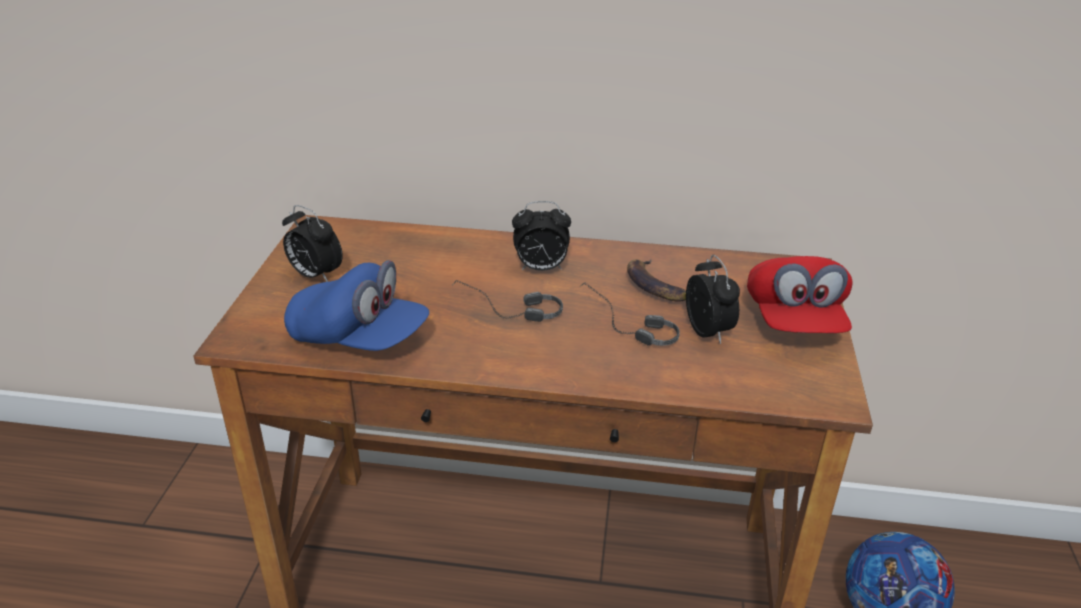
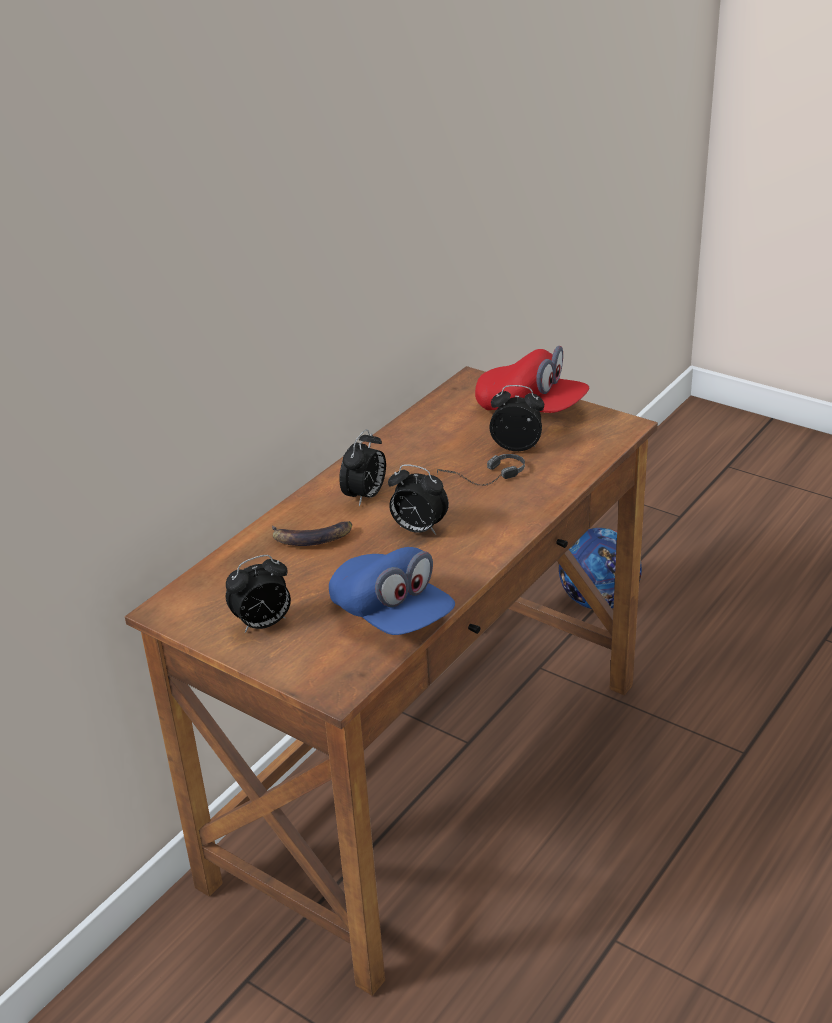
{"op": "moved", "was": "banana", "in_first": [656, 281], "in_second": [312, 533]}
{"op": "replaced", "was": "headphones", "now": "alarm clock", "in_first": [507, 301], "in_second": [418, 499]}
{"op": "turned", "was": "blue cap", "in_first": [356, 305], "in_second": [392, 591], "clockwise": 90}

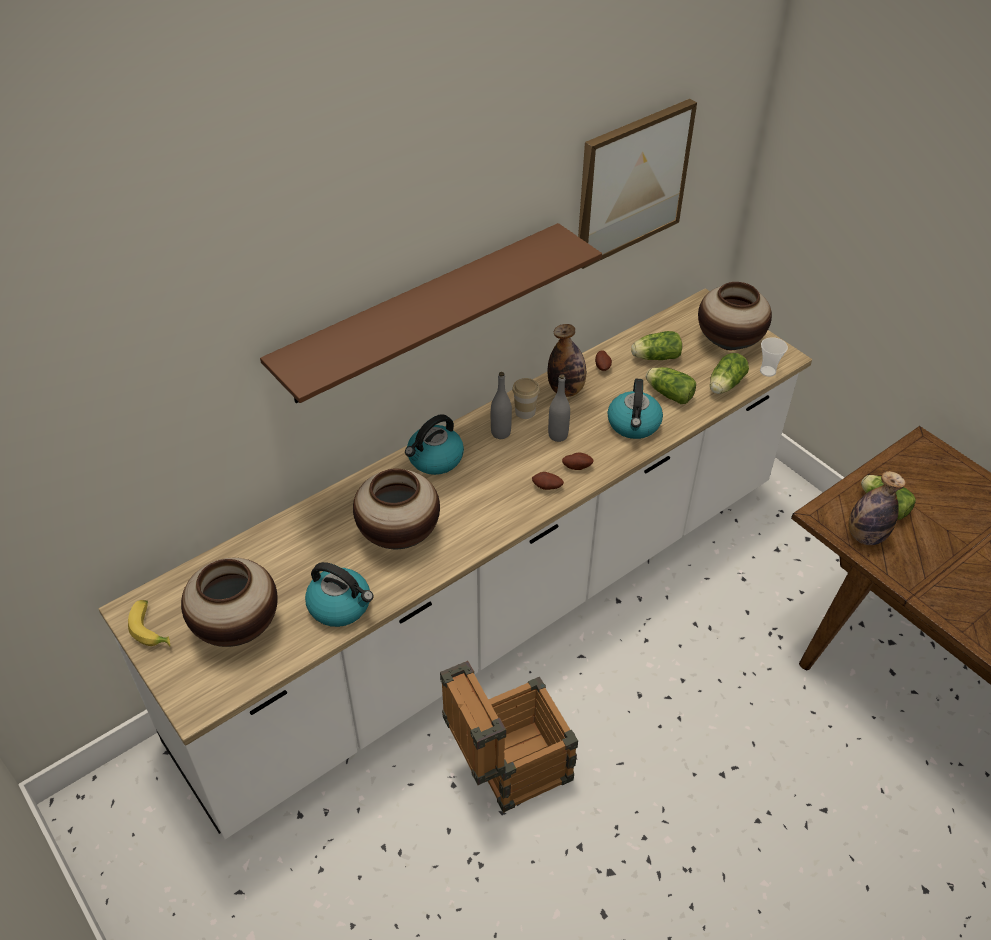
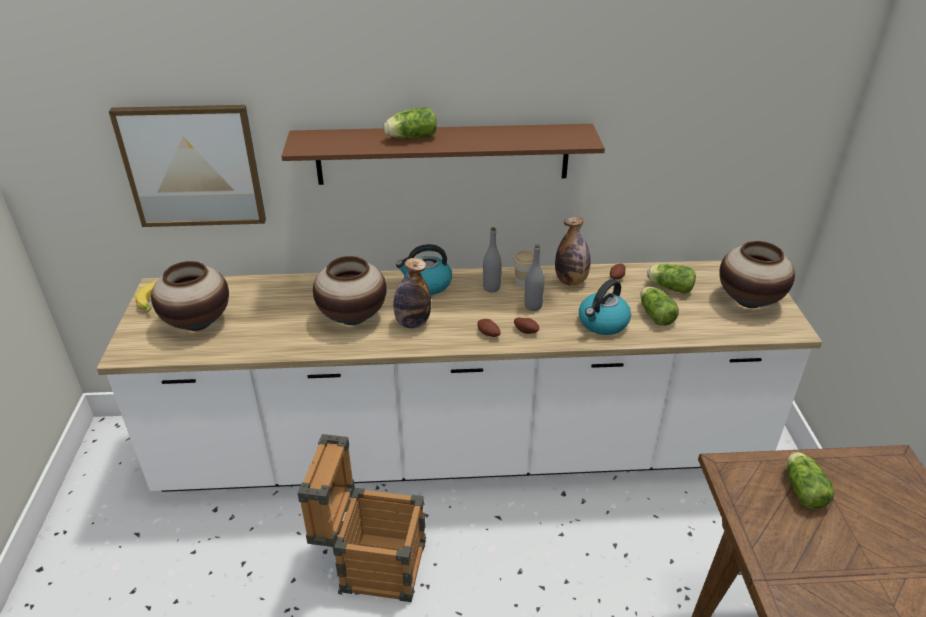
{"op": "removed", "was": "kettle", "in_first": [339, 594]}
{"op": "removed", "was": "cup", "in_first": [774, 357]}
{"op": "moved", "was": "picture", "in_first": [637, 184], "in_second": [187, 166]}
{"op": "moved", "was": "lettuce", "in_first": [729, 373], "in_second": [410, 123]}
{"op": "moved", "was": "bottle", "in_first": [877, 508], "in_second": [412, 293]}

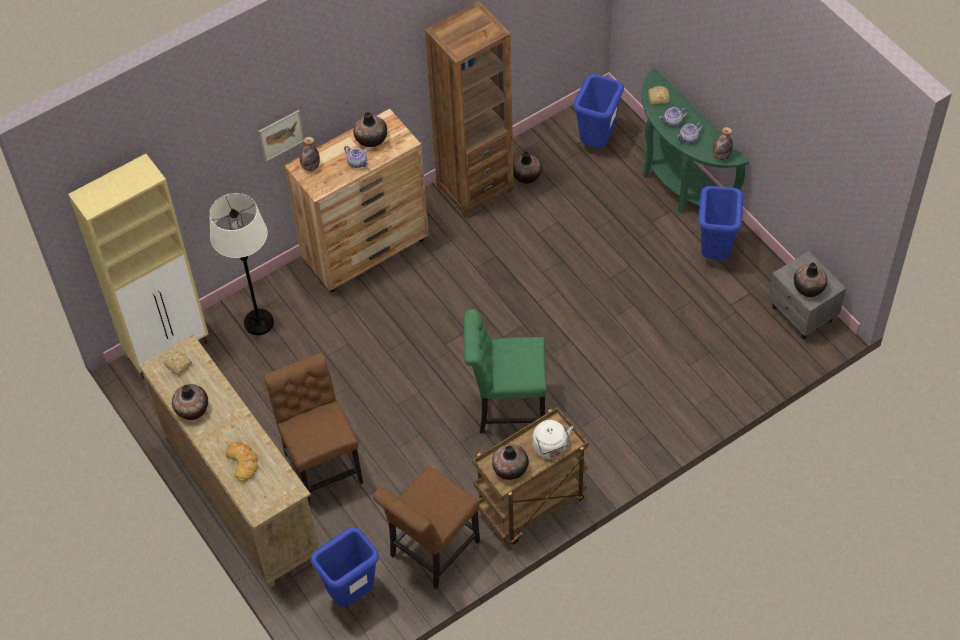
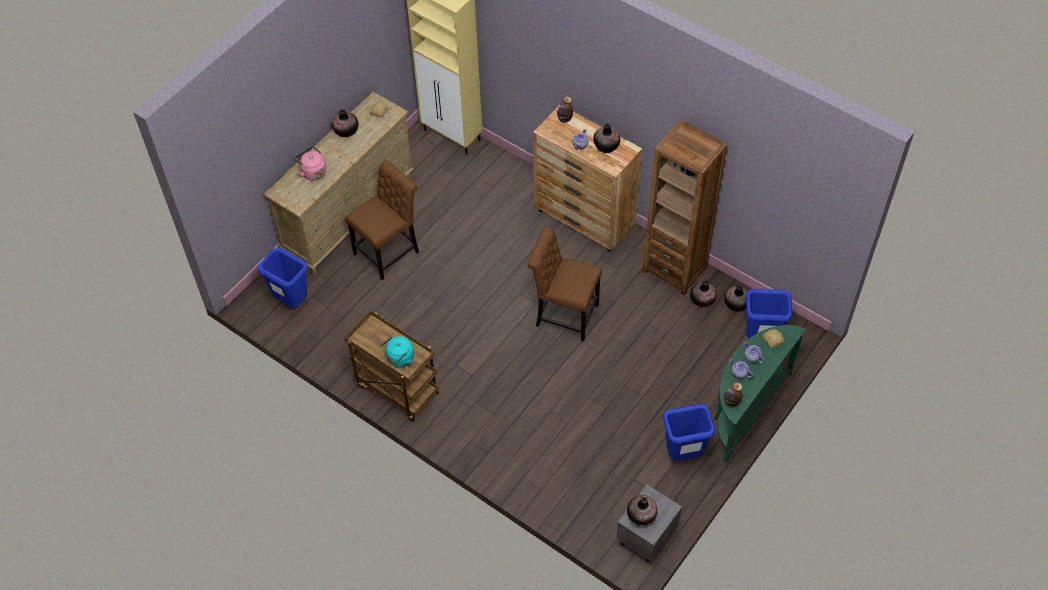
{"op": "removed", "was": "white floor lamp", "in_first": [241, 264]}
{"op": "removed", "was": "picture", "in_first": [281, 136]}
{"op": "removed", "was": "green chair", "in_first": [505, 371]}
{"op": "moved", "was": "brown chair", "in_first": [426, 527], "in_second": [565, 284]}
{"op": "moved", "was": "vase", "in_first": [510, 462], "in_second": [736, 298]}
{"op": "replaced", "was": "bread", "now": "pink kettle", "in_first": [242, 462], "in_second": [310, 163]}
{"op": "recoloured", "was": "white kettle", "now": "turquoise kettle", "in_first": [553, 439], "in_second": [397, 351]}

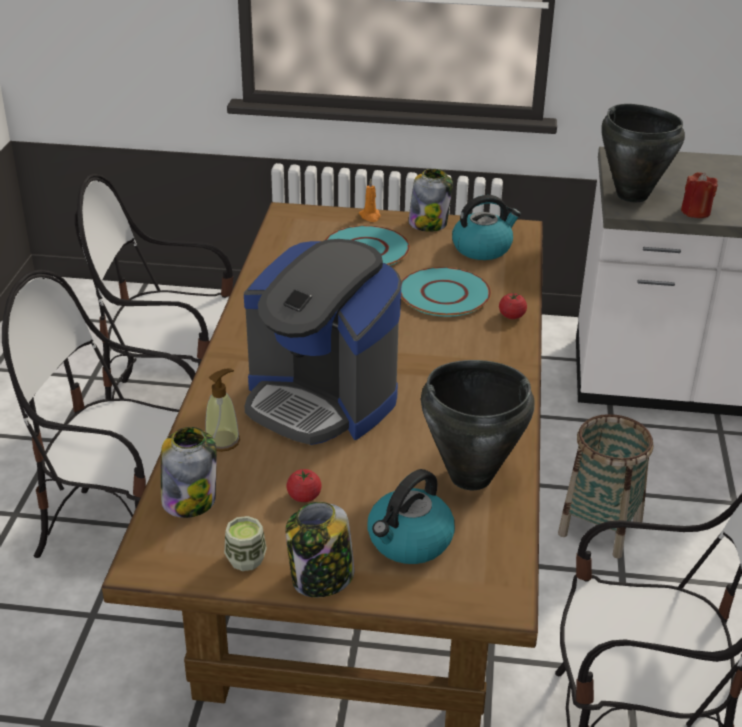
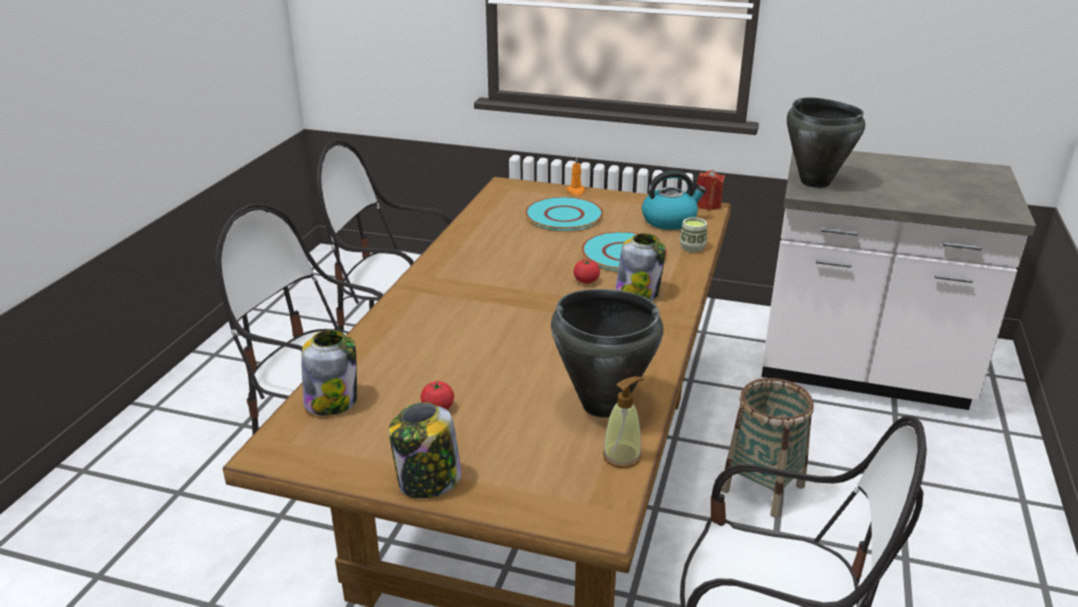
{"op": "removed", "was": "coffee machine", "in_first": [323, 342]}
{"op": "removed", "was": "kettle", "in_first": [411, 516]}
{"op": "moved", "was": "soap dispenser", "in_first": [222, 410], "in_second": [623, 422]}
{"op": "moved", "was": "cup", "in_first": [245, 543], "in_second": [693, 234]}
{"op": "moved", "was": "jar", "in_first": [430, 200], "in_second": [640, 267]}
{"op": "moved", "was": "tomato", "in_first": [513, 306], "in_second": [586, 271]}
{"op": "moved", "was": "red candle", "in_first": [699, 195], "in_second": [711, 190]}

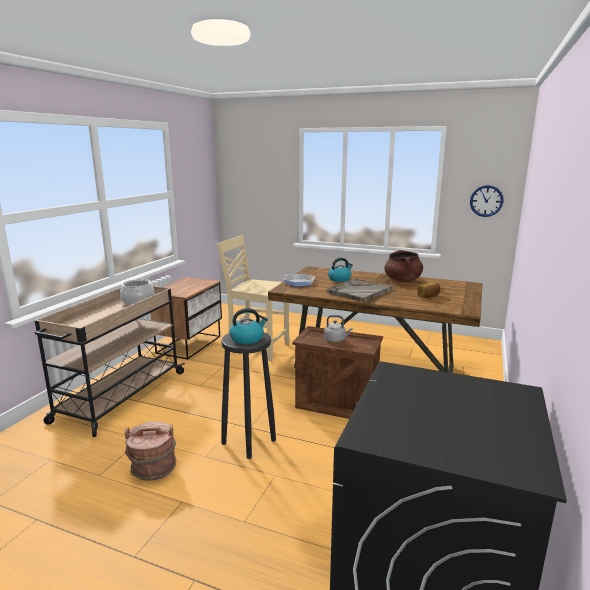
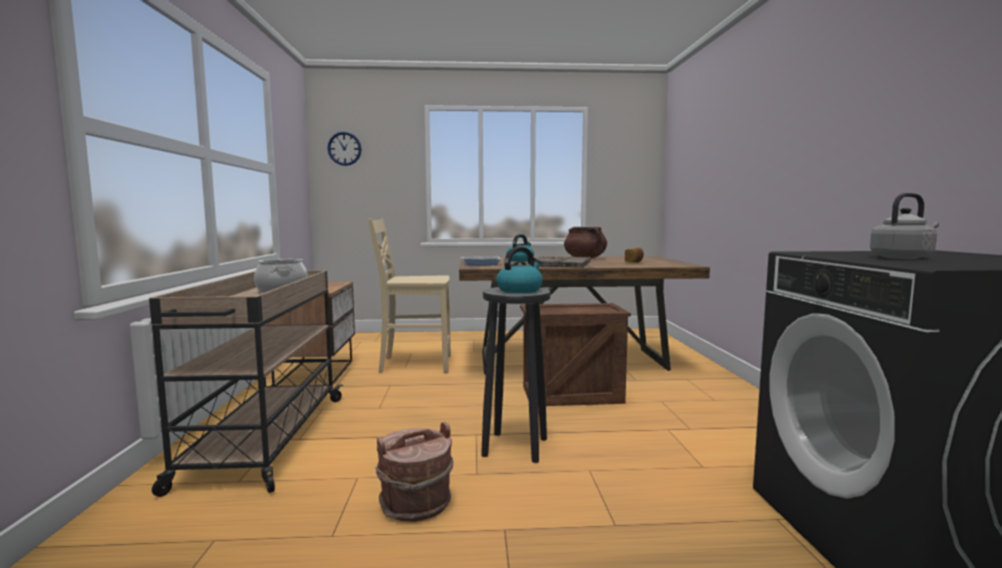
{"op": "moved", "was": "grey kettle", "in_first": [338, 329], "in_second": [904, 226]}
{"op": "moved", "was": "wall clock", "in_first": [487, 201], "in_second": [344, 149]}

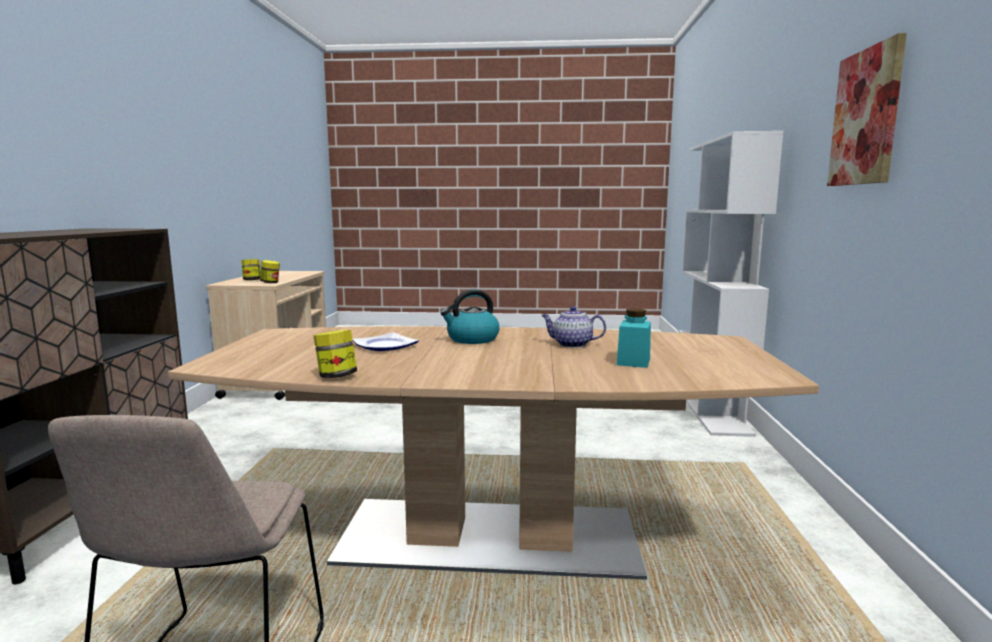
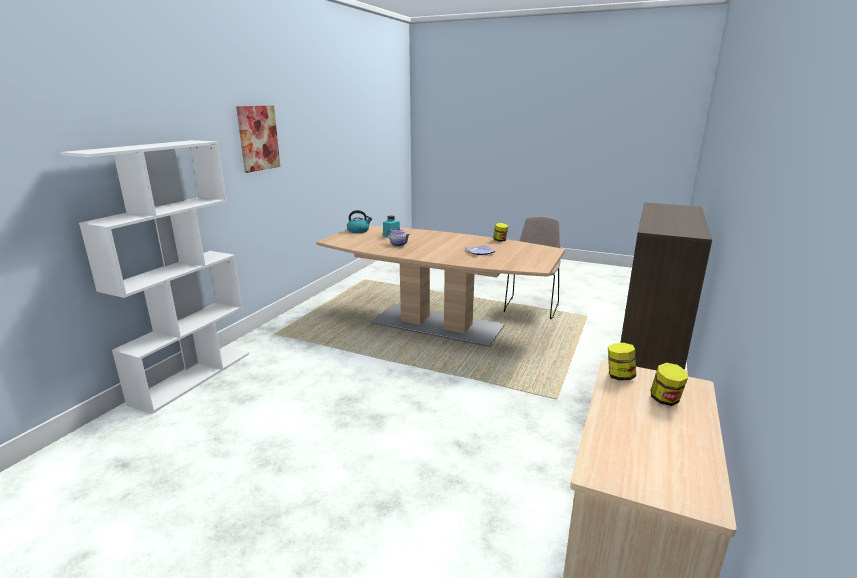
{"op": "moved", "was": "kettle", "in_first": [470, 316], "in_second": [359, 221]}

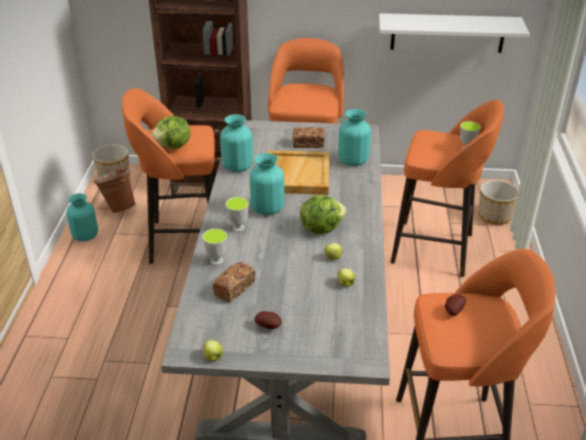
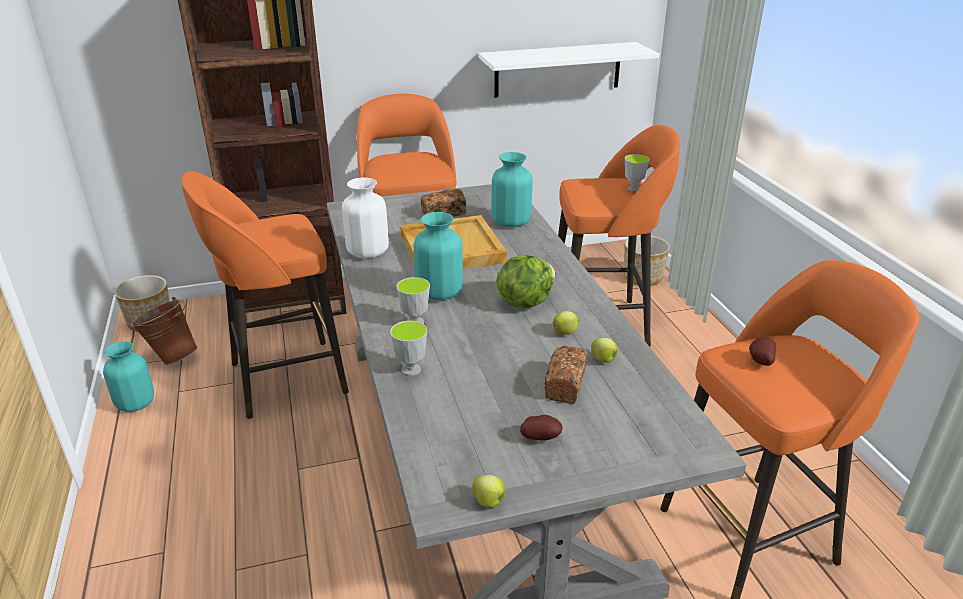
{"op": "removed", "was": "lettuce", "in_first": [170, 132]}
{"op": "moved", "was": "bread", "in_first": [234, 282], "in_second": [565, 375]}
{"op": "recoloured", "was": "turquoise vase", "now": "white vase", "in_first": [236, 143], "in_second": [365, 218]}

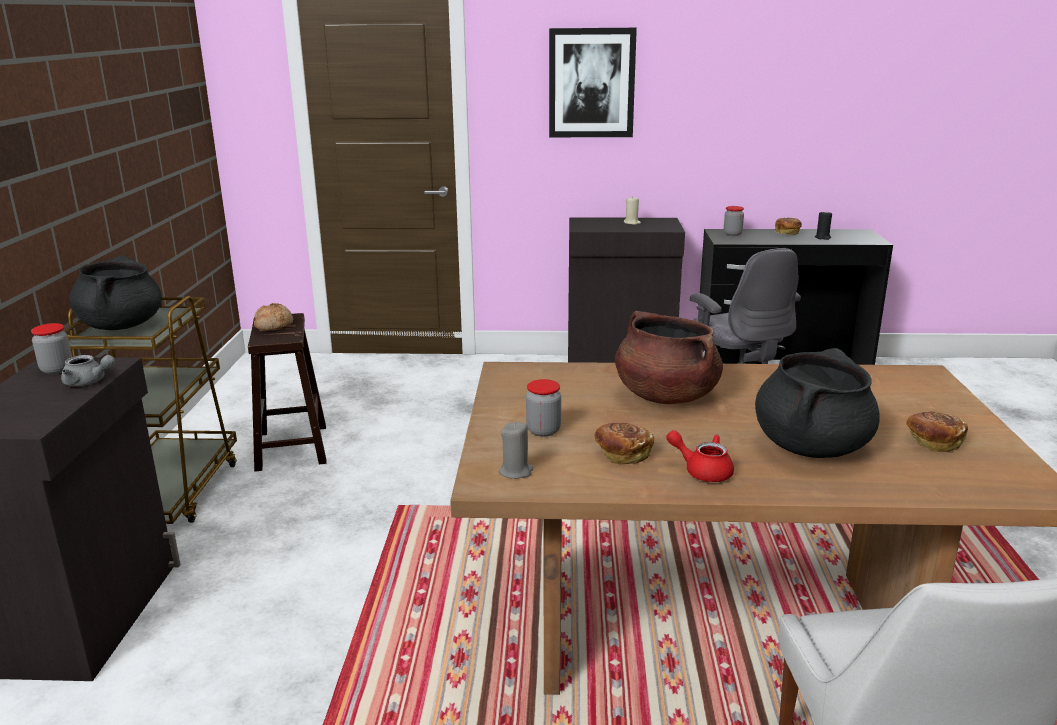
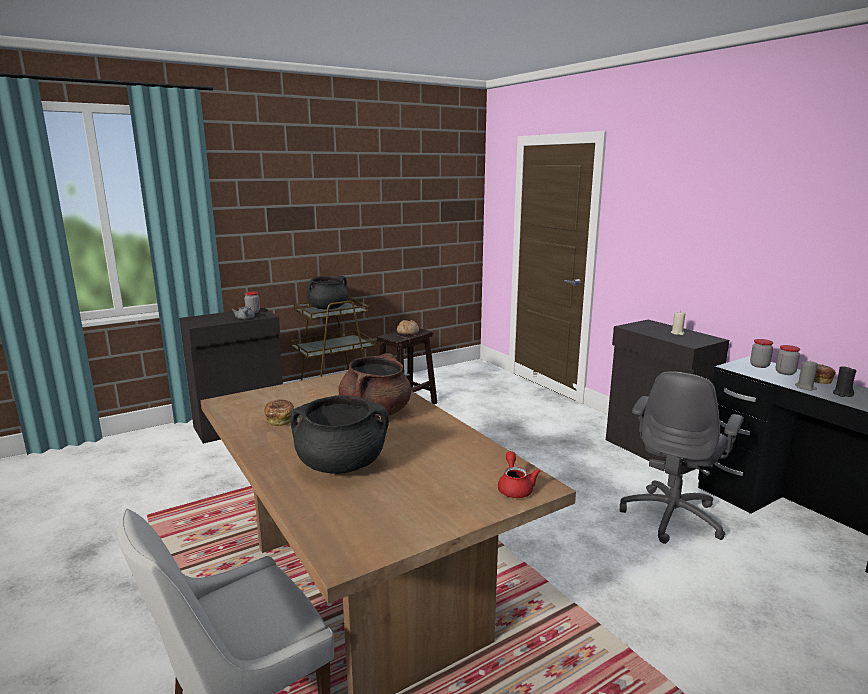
{"op": "removed", "was": "picture", "in_first": [593, 82]}
{"op": "removed", "was": "bread", "in_first": [937, 431]}
{"op": "moved", "was": "grey candle", "in_first": [516, 450], "in_second": [806, 375]}
{"op": "moved", "was": "jar", "in_first": [543, 408], "in_second": [788, 360]}
{"op": "moved", "was": "red teapot", "in_first": [700, 456], "in_second": [519, 474]}

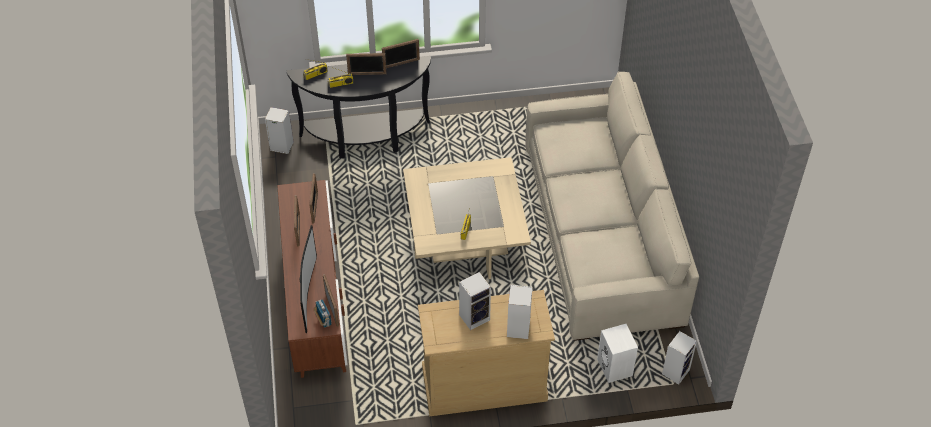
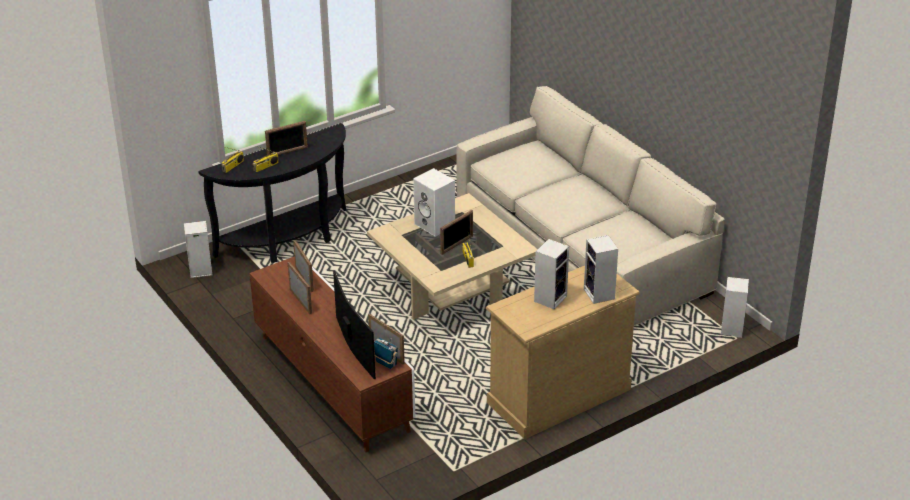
{"op": "moved", "was": "picture frame", "in_first": [401, 53], "in_second": [456, 232]}
{"op": "moved", "was": "white speaker", "in_first": [617, 353], "in_second": [434, 202]}

